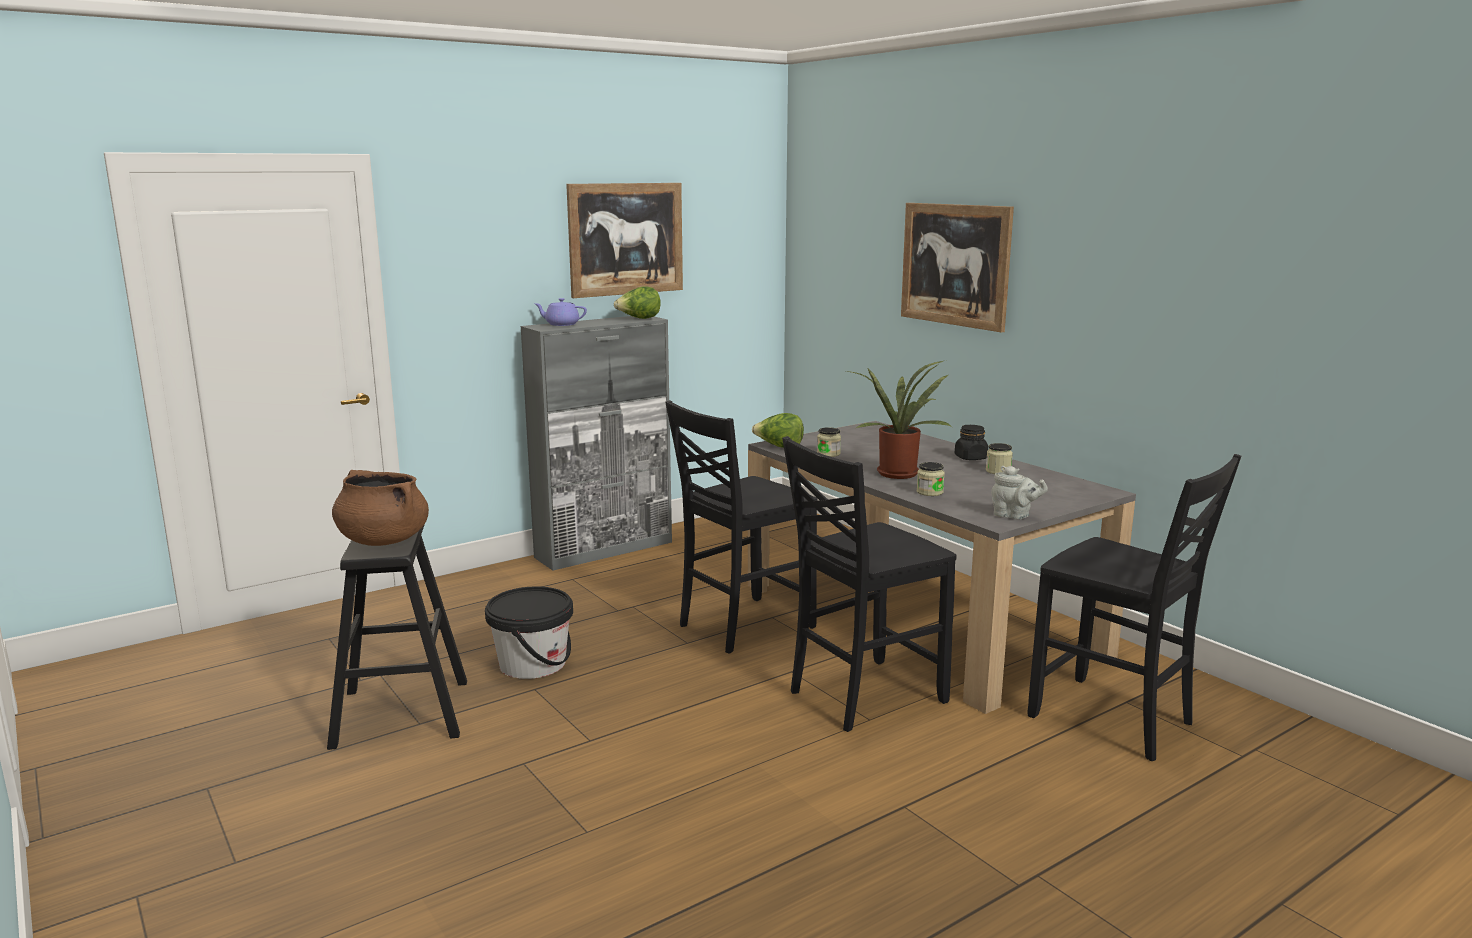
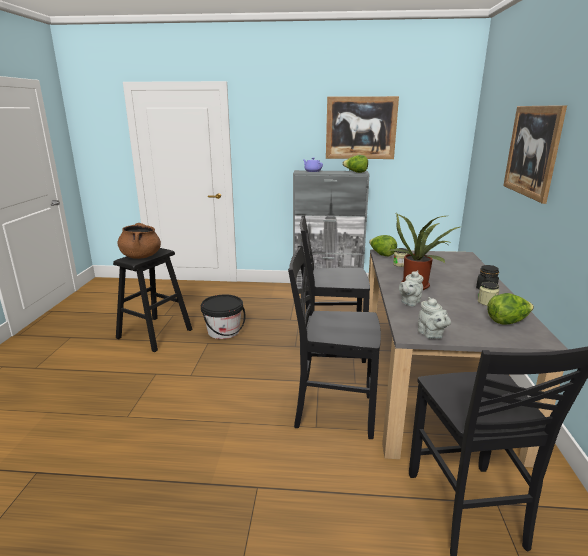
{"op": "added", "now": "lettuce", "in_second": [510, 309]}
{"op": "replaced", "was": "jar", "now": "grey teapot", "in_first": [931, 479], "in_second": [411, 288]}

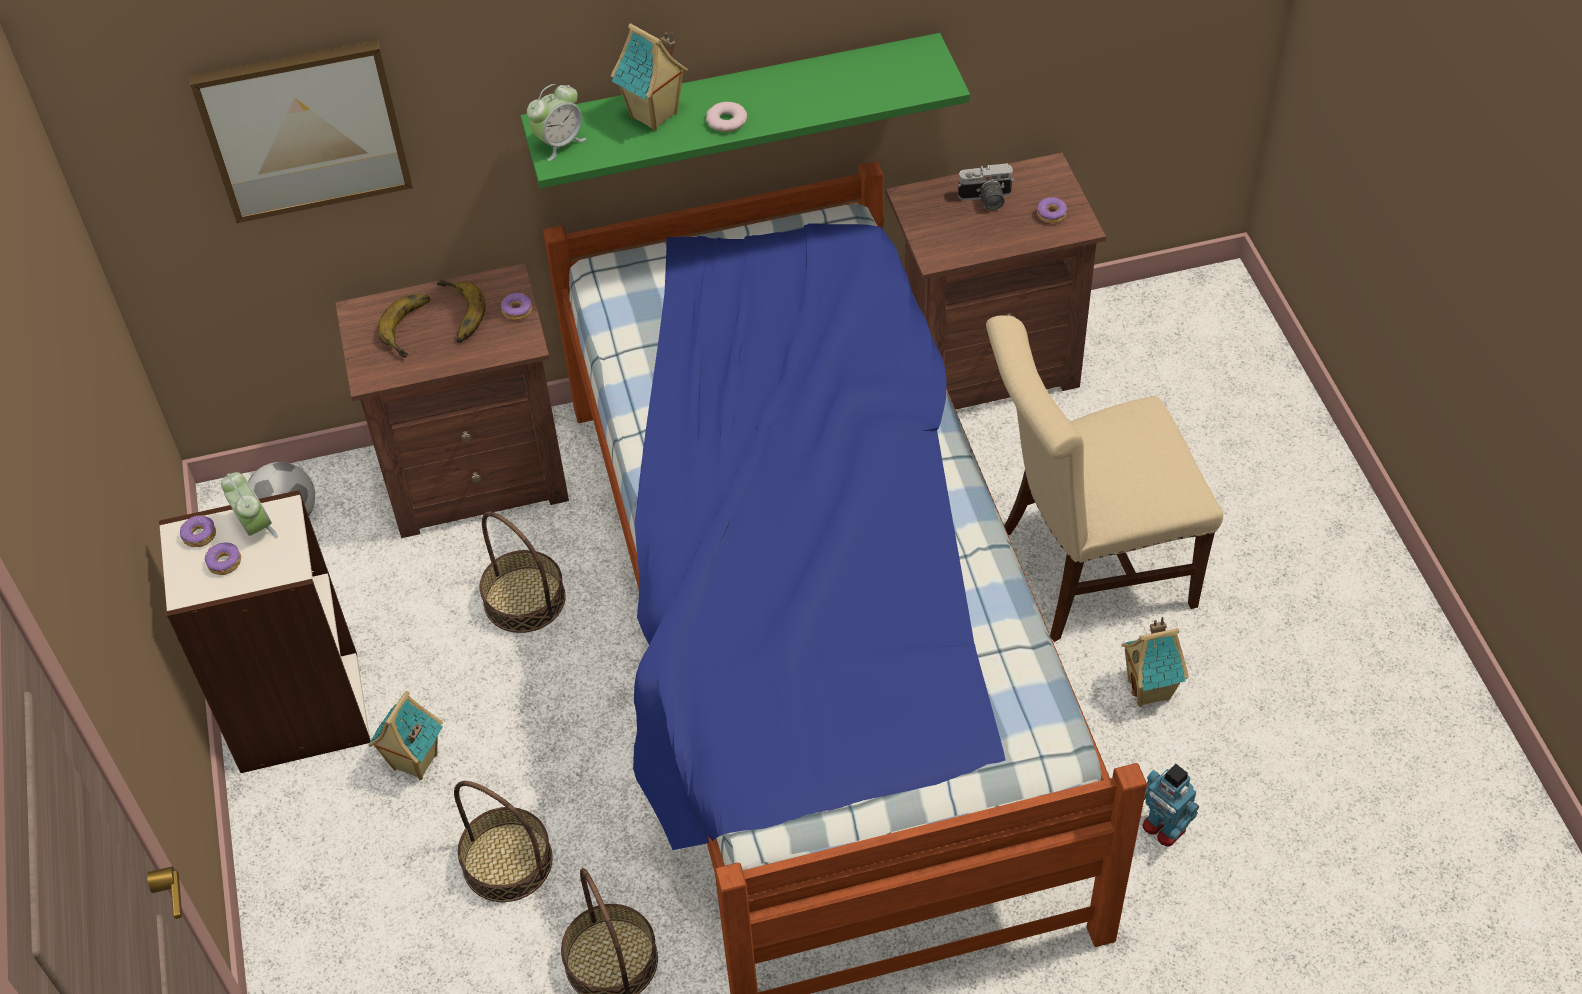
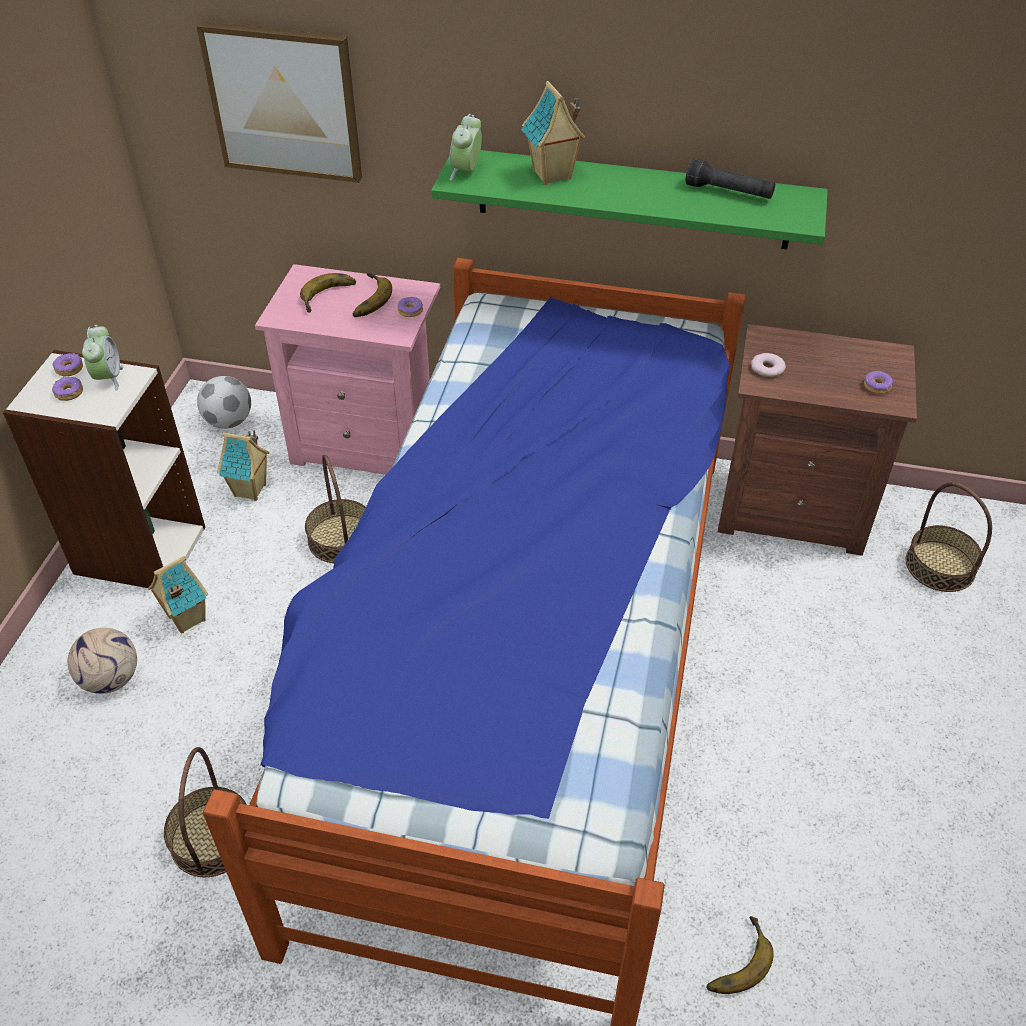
{"op": "removed", "was": "photo camera", "in_first": [986, 186]}
{"op": "removed", "was": "beige chair", "in_first": [1104, 478]}
{"op": "added", "now": "football", "in_second": [102, 661]}
{"op": "added", "now": "black flashlight", "in_second": [730, 178]}
{"op": "moved", "was": "basket", "in_first": [503, 841], "in_second": [948, 537]}
{"op": "moved", "was": "donut", "in_first": [726, 117], "in_second": [768, 365]}
{"op": "moved", "was": "toy house", "in_first": [1155, 662], "in_second": [243, 466]}
{"op": "replaced", "was": "toy robot", "now": "banana", "in_first": [1170, 805], "in_second": [740, 955]}
{"op": "recoloured", "was": "brown nightstand", "now": "pink nightstand", "in_first": [452, 400], "in_second": [347, 369]}
{"op": "turned", "was": "alarm clock", "in_first": [556, 122], "in_second": [466, 147], "clockwise": 120}

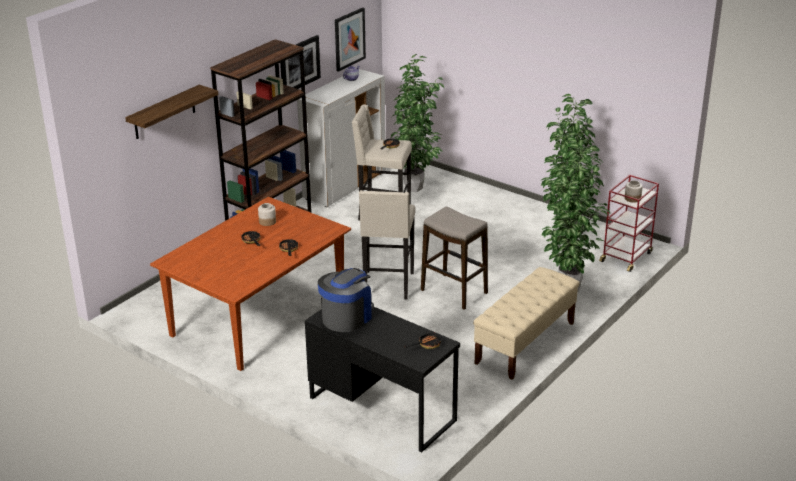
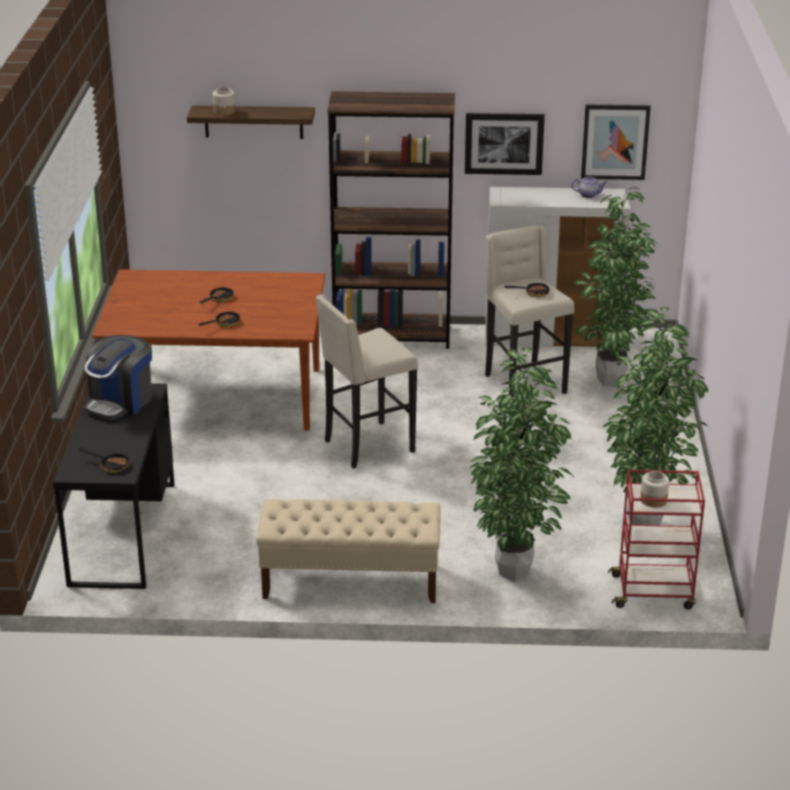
{"op": "removed", "was": "stool", "in_first": [454, 258]}
{"op": "moved", "was": "jar", "in_first": [267, 214], "in_second": [224, 101]}
{"op": "turned", "was": "coffee machine", "in_first": [346, 300], "in_second": [118, 377], "clockwise": 120}

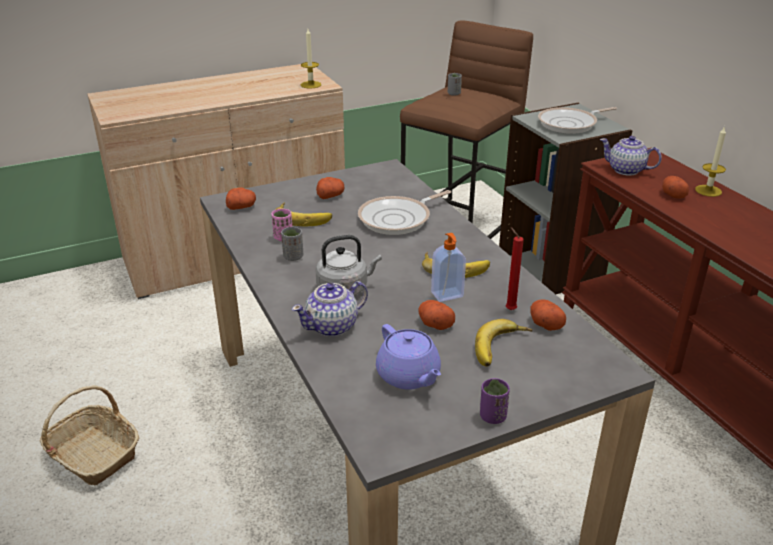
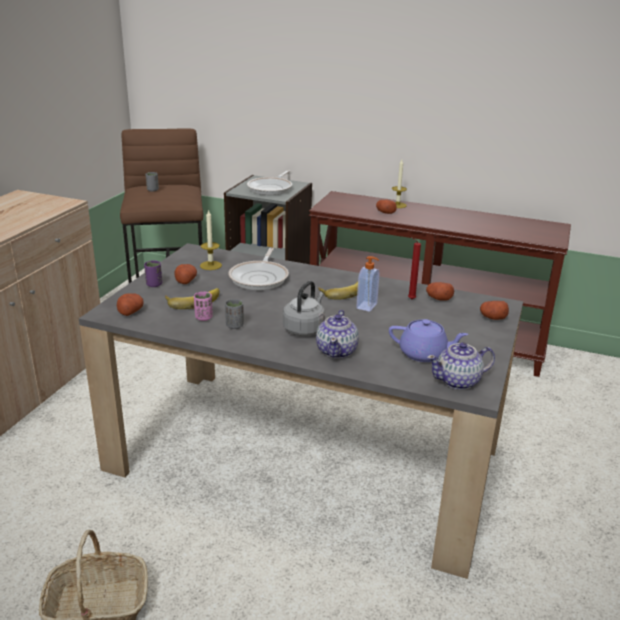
{"op": "removed", "was": "banana", "in_first": [504, 343]}
{"op": "moved", "was": "candle", "in_first": [311, 59], "in_second": [211, 239]}
{"op": "moved", "was": "potato", "in_first": [436, 315], "in_second": [494, 310]}
{"op": "moved", "was": "purple cup", "in_first": [495, 401], "in_second": [153, 273]}
{"op": "moved", "was": "teapot", "in_first": [631, 156], "in_second": [461, 366]}

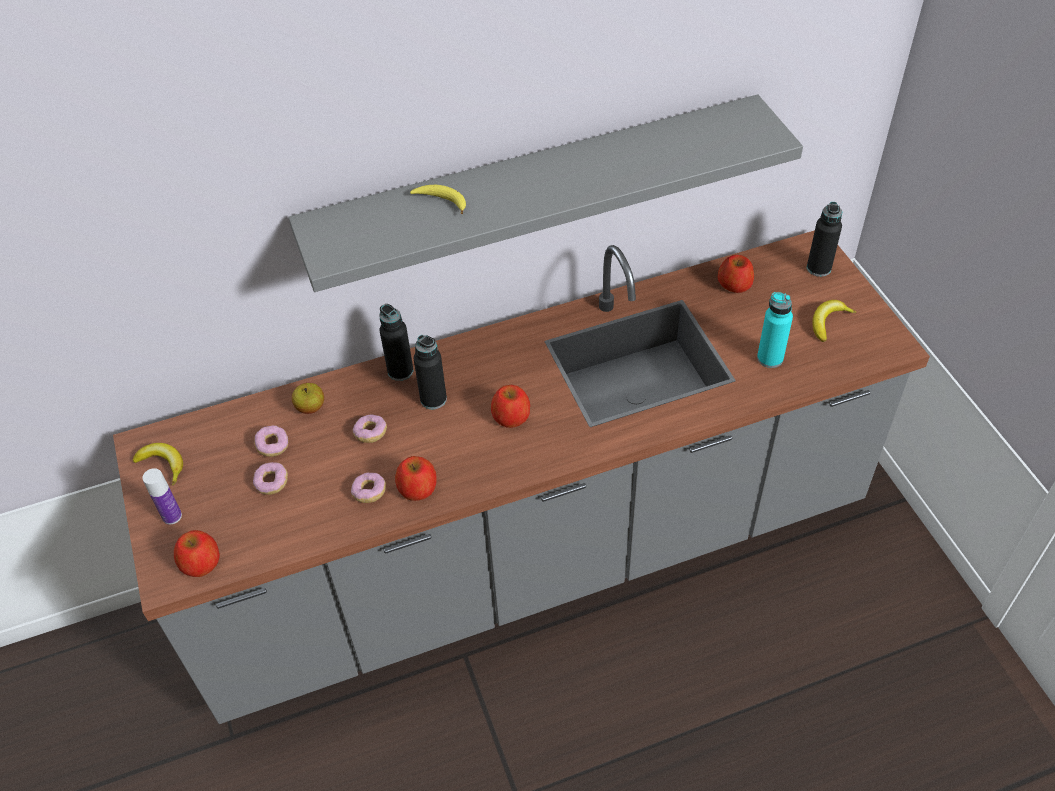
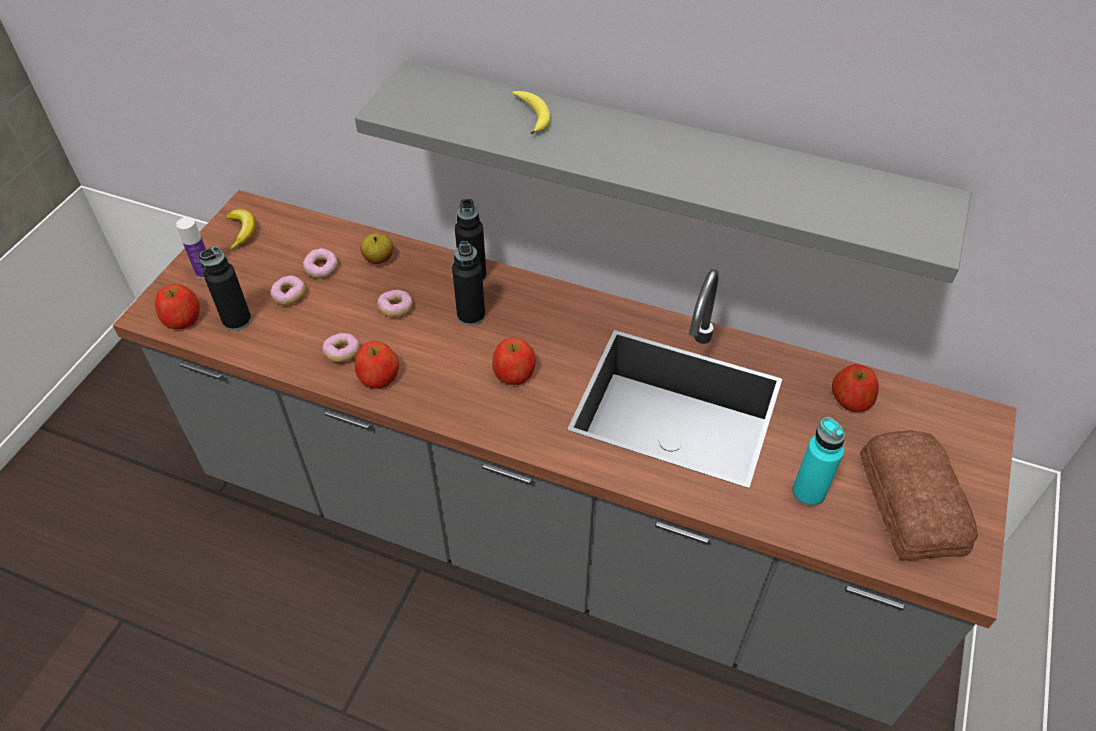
{"op": "moved", "was": "black bottle", "in_first": [824, 239], "in_second": [225, 289]}
{"op": "replaced", "was": "banana", "now": "bread", "in_first": [834, 321], "in_second": [919, 495]}

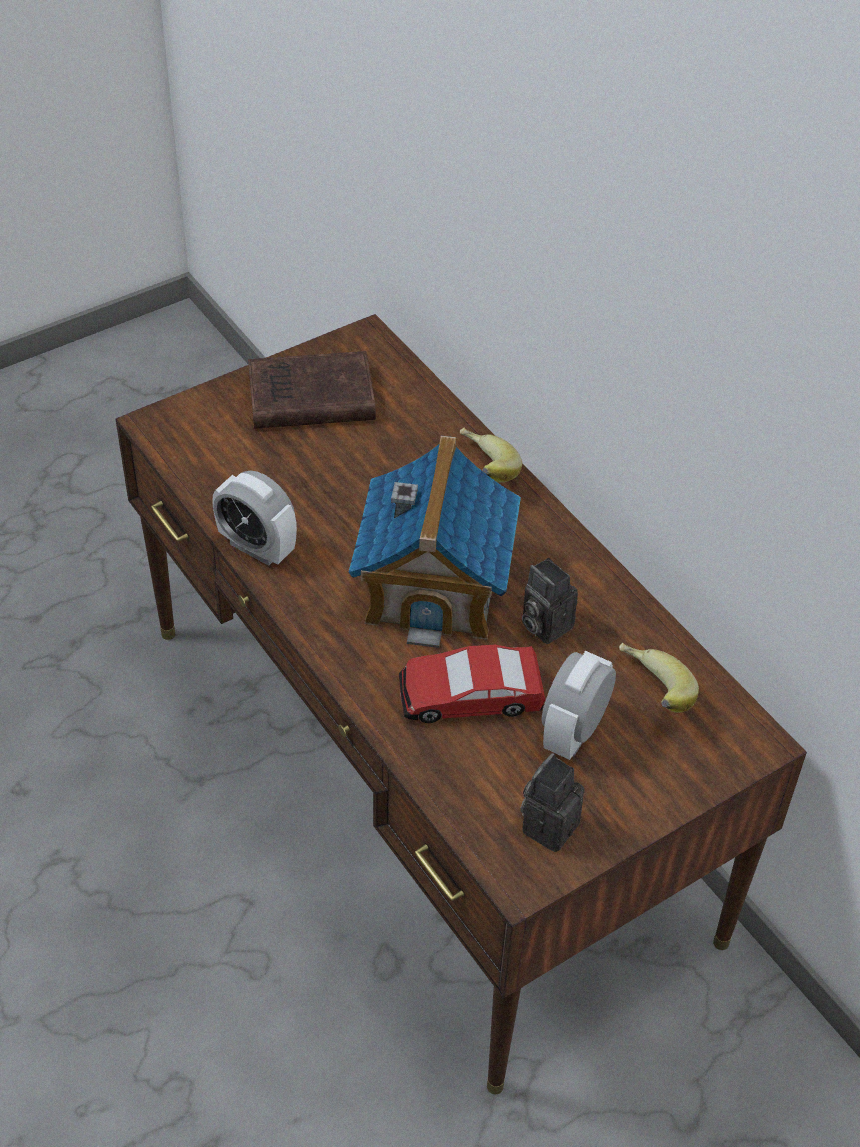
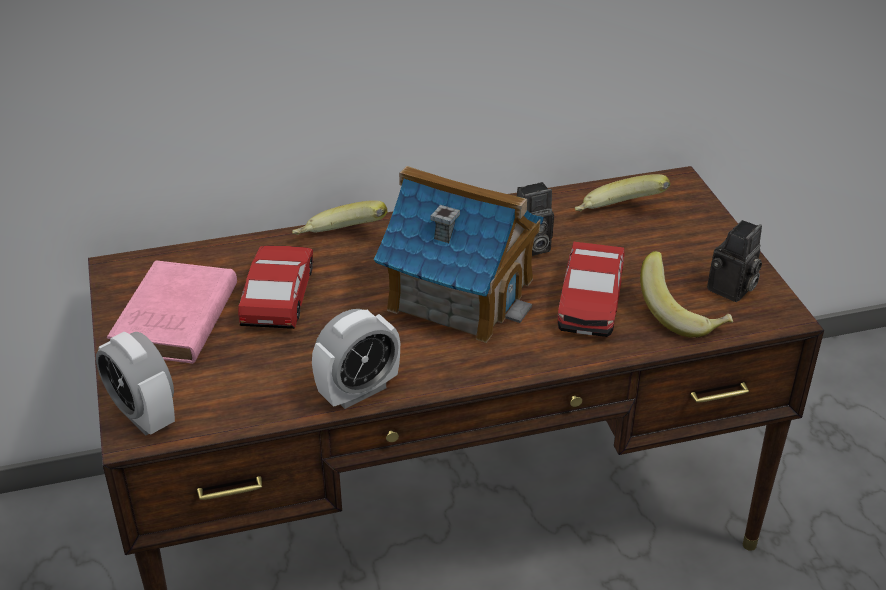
{"op": "added", "now": "toy car", "in_second": [275, 287]}
{"op": "added", "now": "banana", "in_second": [686, 294]}
{"op": "moved", "was": "alarm clock", "in_first": [579, 705], "in_second": [135, 383]}
{"op": "recoloured", "was": "brown book", "now": "pink book", "in_first": [312, 390], "in_second": [172, 312]}
{"op": "turned", "was": "photo camera", "in_first": [552, 802], "in_second": [734, 261], "clockwise": -105}

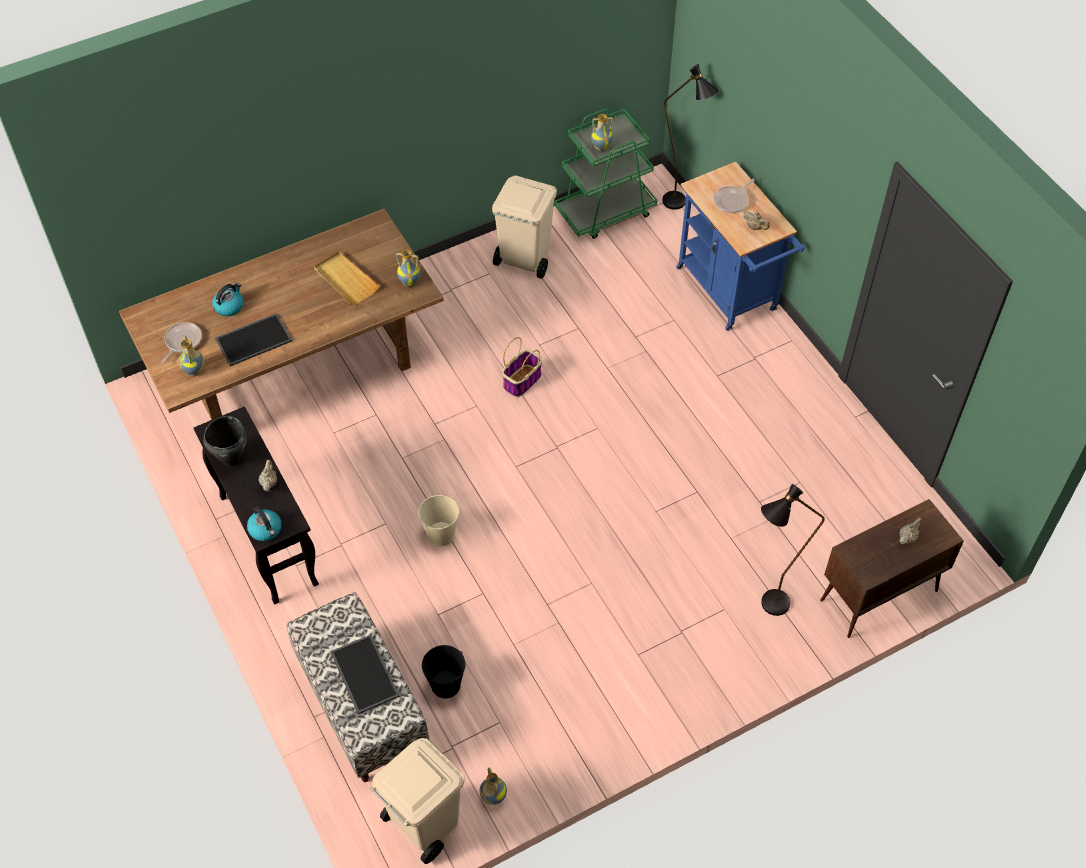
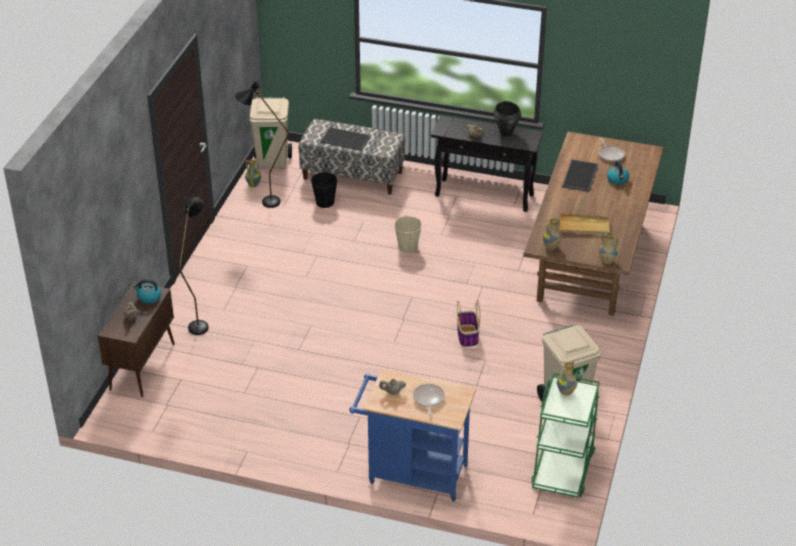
{"op": "moved", "was": "vase", "in_first": [192, 356], "in_second": [608, 248]}
{"op": "moved", "was": "kettle", "in_first": [264, 523], "in_second": [147, 291]}
{"op": "moved", "was": "black floor lamp", "in_first": [690, 137], "in_second": [262, 144]}

